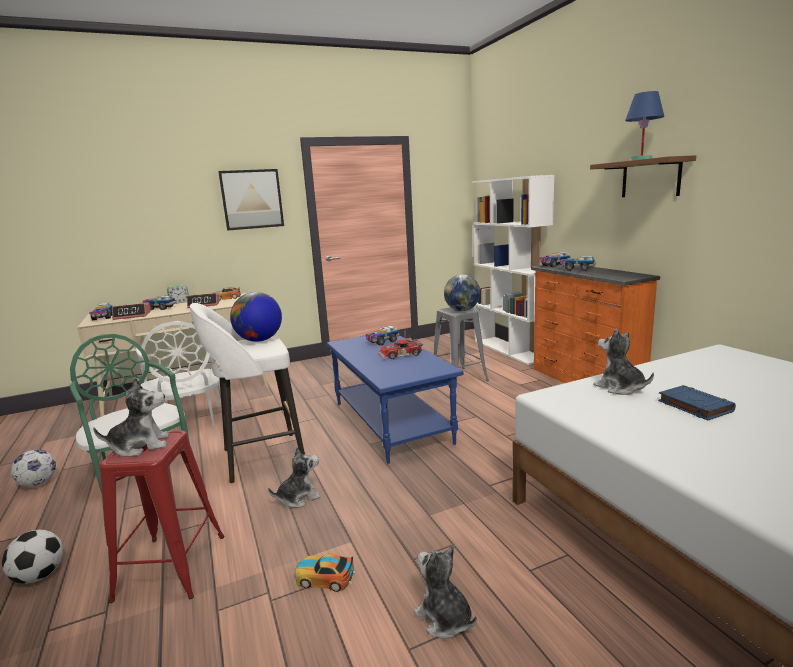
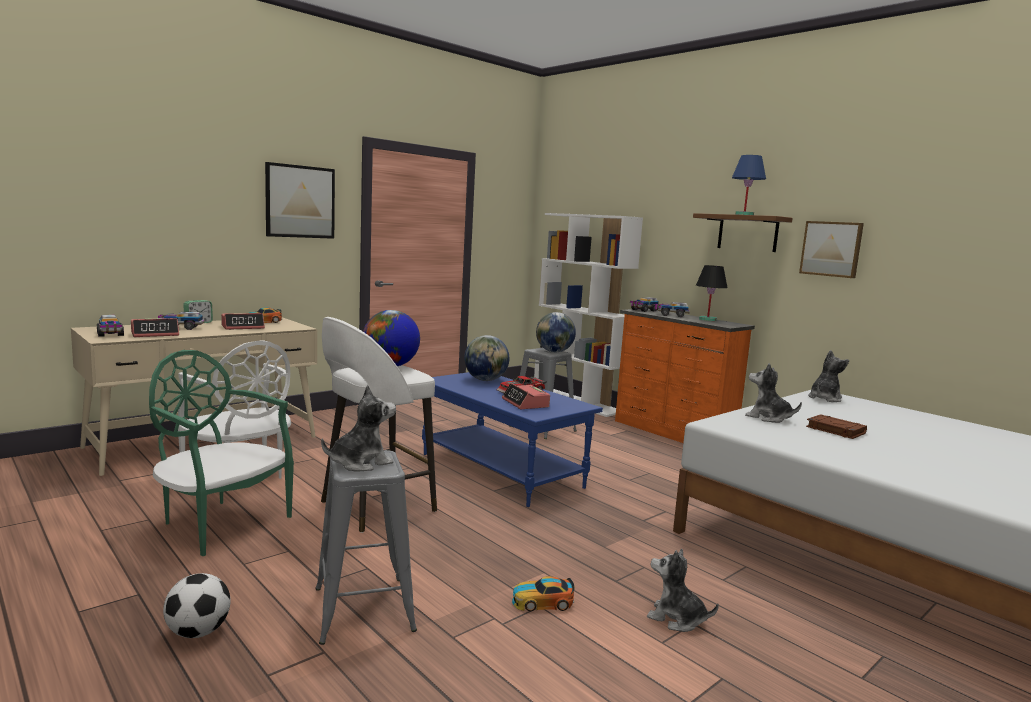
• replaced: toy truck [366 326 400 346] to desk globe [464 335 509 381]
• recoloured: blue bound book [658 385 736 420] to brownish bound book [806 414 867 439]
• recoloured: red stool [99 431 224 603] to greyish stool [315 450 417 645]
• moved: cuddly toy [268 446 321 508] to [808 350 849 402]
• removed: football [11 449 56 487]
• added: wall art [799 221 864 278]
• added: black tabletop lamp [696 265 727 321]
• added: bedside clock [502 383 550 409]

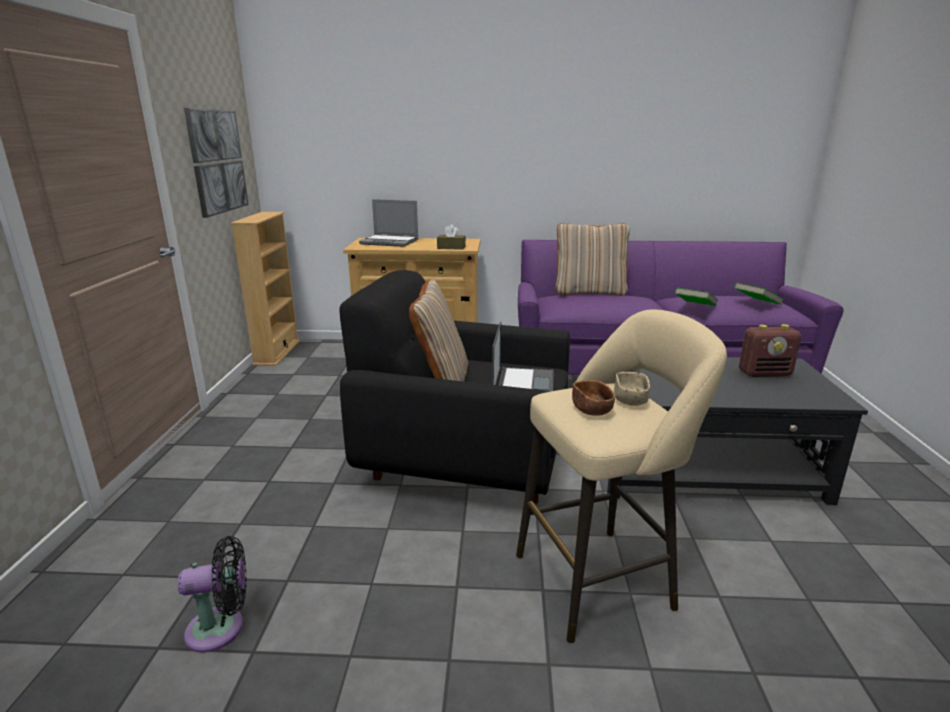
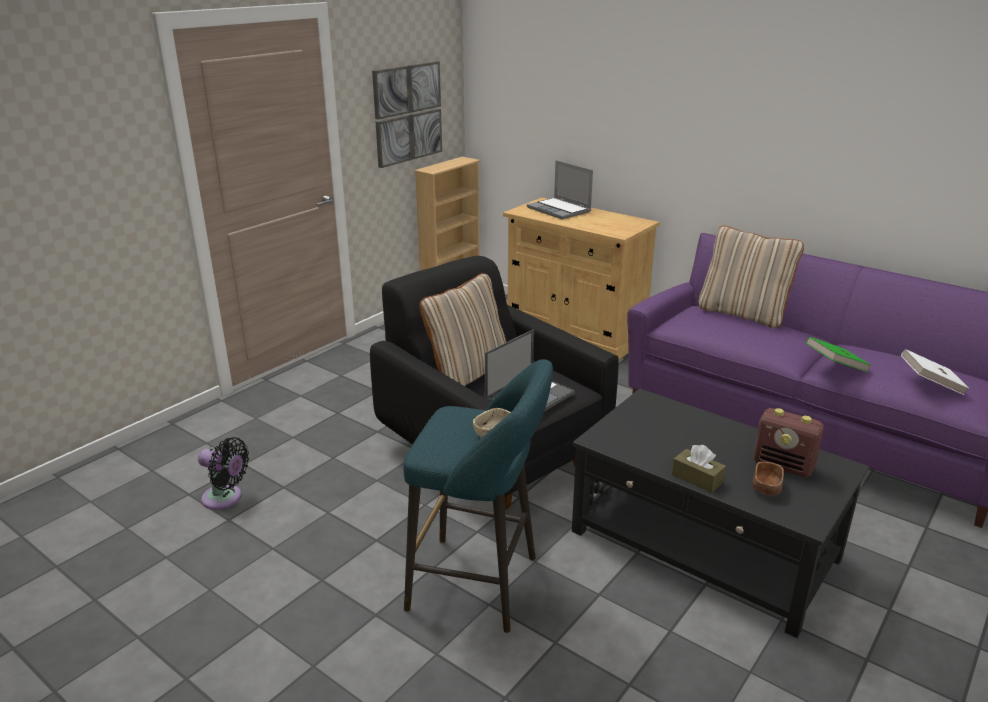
• moved: brownish tissue box [437 225 466 250] to [672 445 726 493]
• recoloured: greenish bound book [734 282 783 305] to whitish bound book [901 349 969 395]
• recoloured: beige stool [516 310 727 643] to turquoise-coloured stool [403 359 553 633]
• moved: brownish serving bowl [572 380 615 416] to [752 462 784 495]

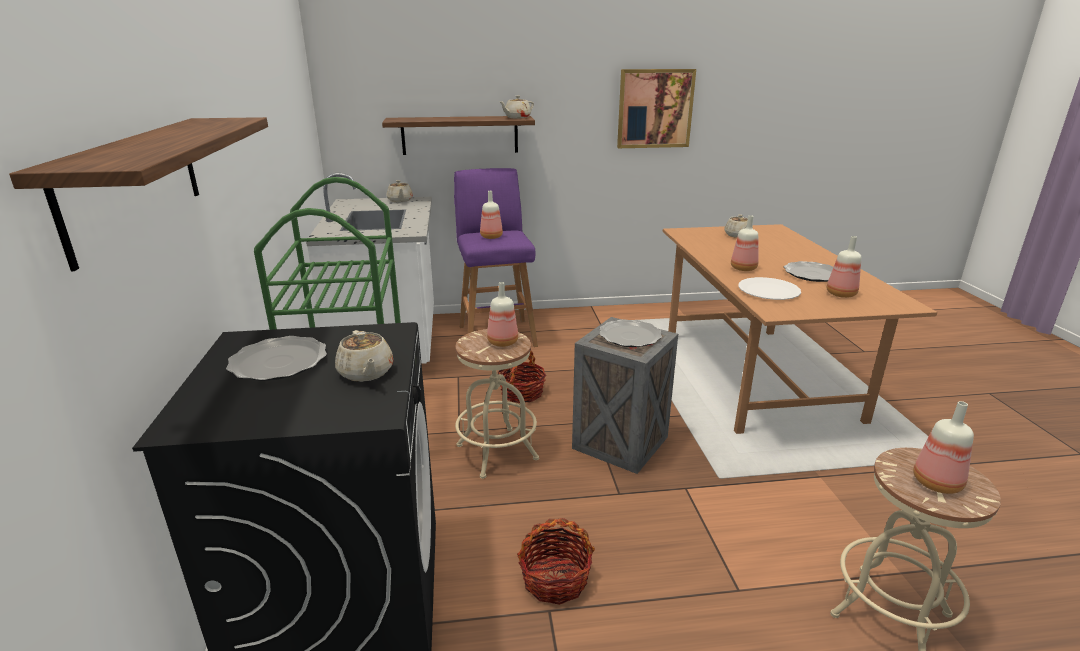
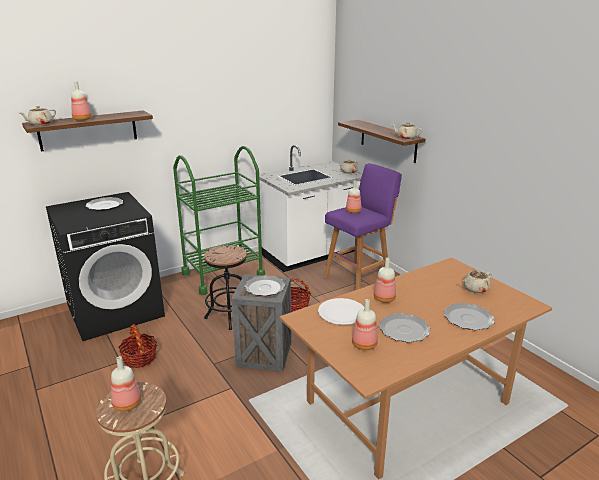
• removed: wall art [617 69 696 148]
• moved: bottle [487 282 518 347] to [71 81 92 121]
• recoloured: beige stool [455 329 539 479] to black stool [204 245 247 330]
• moved: beige tea pot [335 330 393 382] to [20 106 56 125]
• added: dinner plate [444 303 494 330]

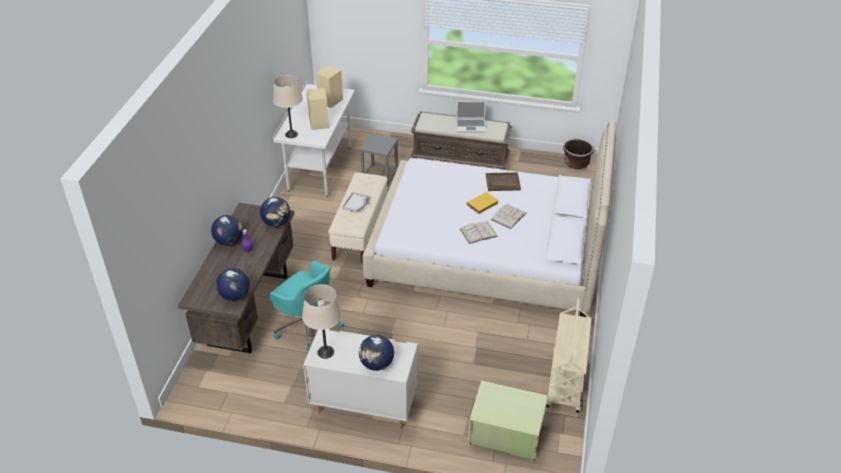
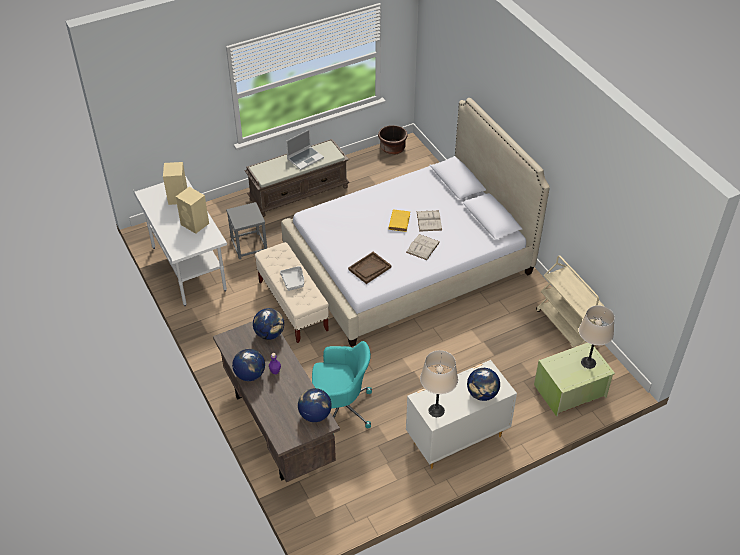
• moved: beige tabletop lamp [273 75 303 138] to [579 305 615 369]
• moved: brownish tray [486 172 521 191] to [348 252 391 284]

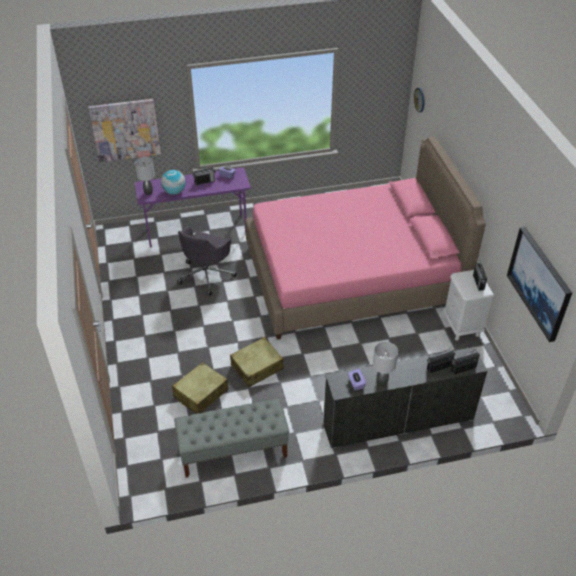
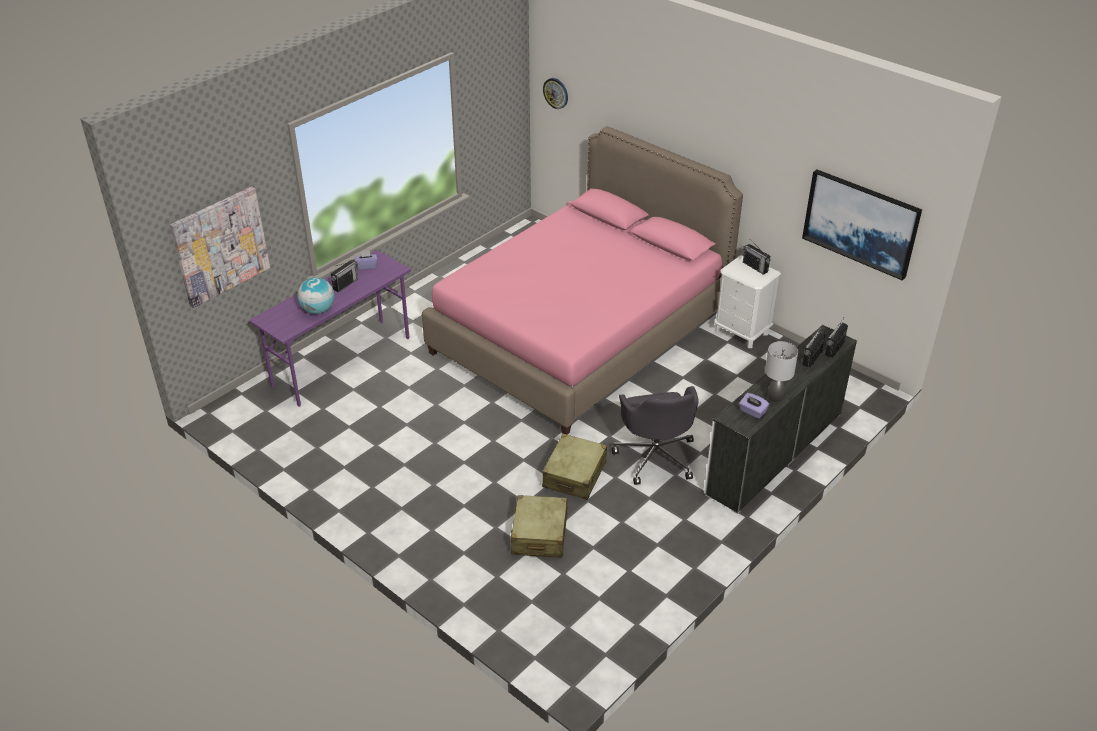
• removed: greyish tabletop lamp [135 157 155 195]
• moved: greyish computer chair [177 226 237 296] to [612 386 699 485]
• removed: greyish bench [174 398 289 478]

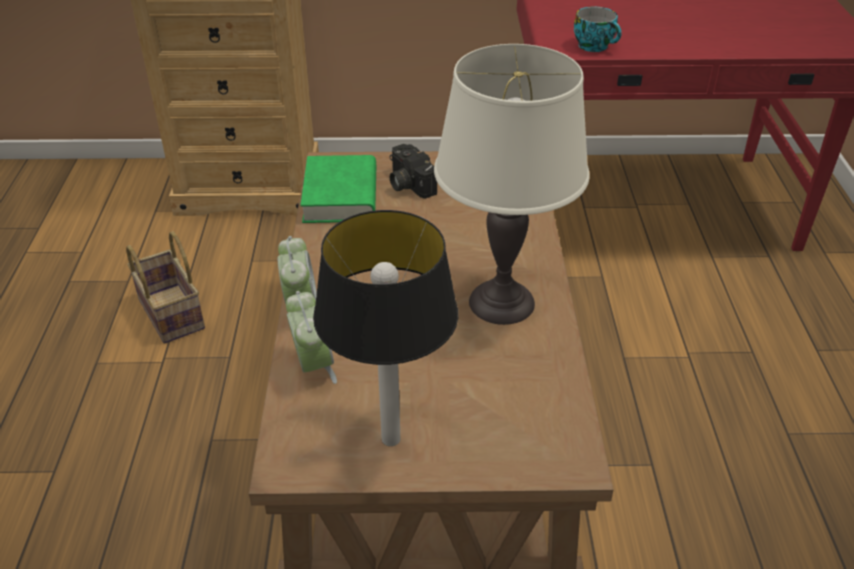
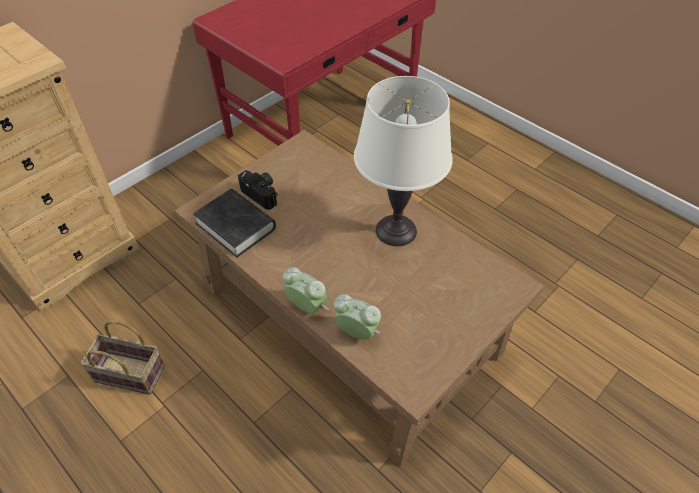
• removed: drinking cup [574 7 622 52]
• turned: still camera [390 144 437 199] = [238 170 277 210] 150 degrees counterclockwise
• recoloured: greenish bound book [300 155 376 223] to black bound book [193 189 276 257]
• removed: tabletop lamp [313 210 458 446]

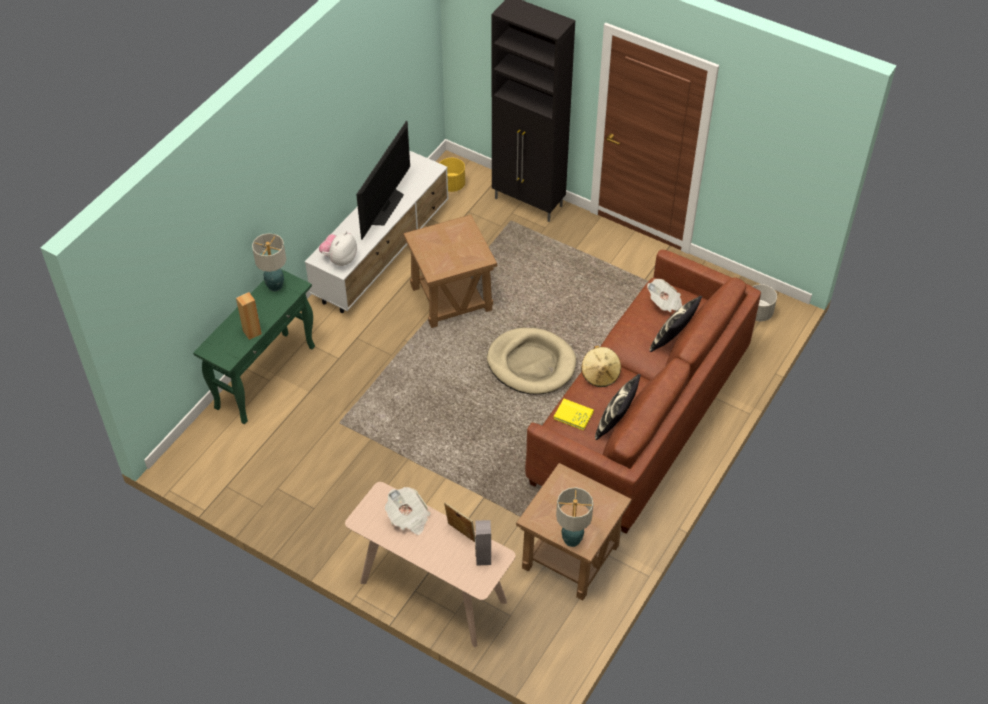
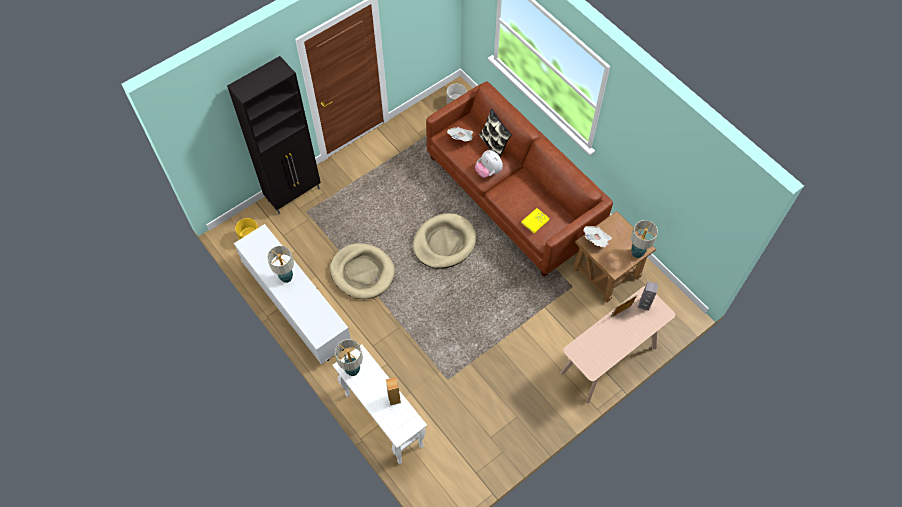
• replaced: TV [356 121 410 240] to tabletop lamp [267 246 294 283]
• replaced: brownish end table [403 215 497 328] to beige dog cushion [330 243 395 299]
• moved: cuddly toy [319 232 357 266] to [475 150 503 178]
• recoloured: greenish console table [193 269 315 424] to whitish console table [333 344 427 465]
• removed: beige wearable hat [581 345 621 387]
• removed: throw pillow [595 374 641 440]
• moved: newspaper [385 487 431 535] to [583 226 612 247]

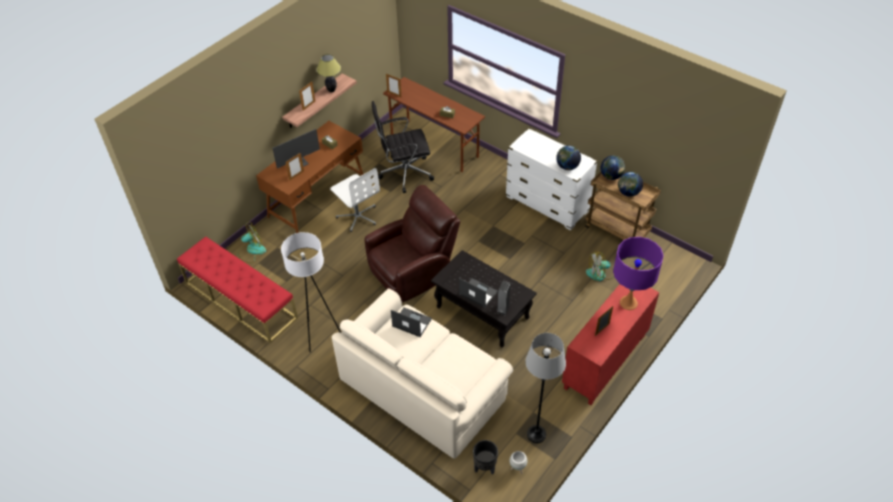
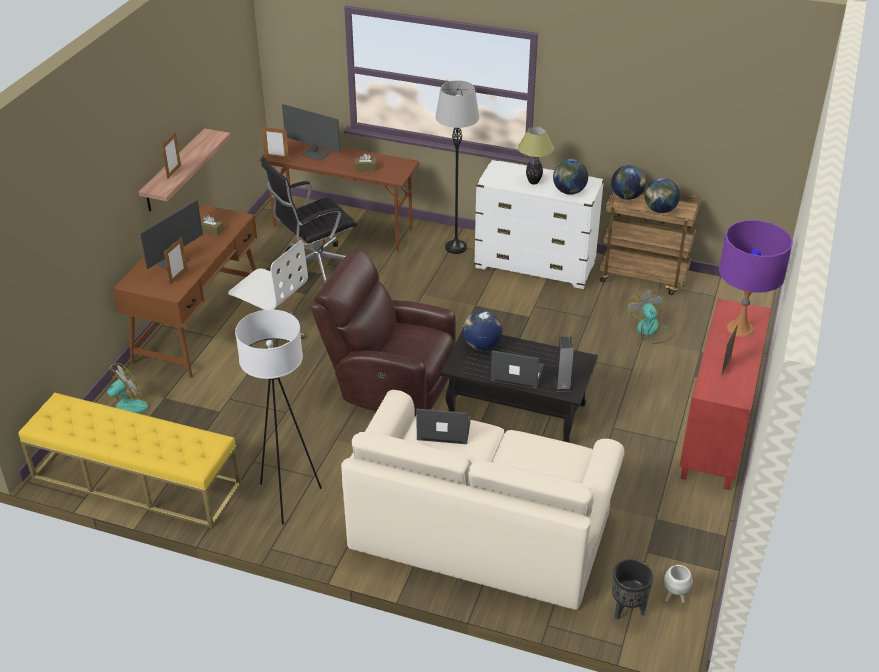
• moved: tabletop lamp [316 54 341 92] to [518 126 554 184]
• turned: brownish armchair [365 185 460 303] = [311 249 456 416] 105 degrees counterclockwise
• recoloured: red bench [177 236 298 343] to yellow bench [19 393 242 528]
• turned: electric fan [586 251 614 281] = [627 288 676 344] 105 degrees clockwise
• moved: greyish standard lamp [525 333 566 443] to [435 80 480 254]
• added: computer screen [282 104 340 161]
• added: desk globe [463 311 502 350]

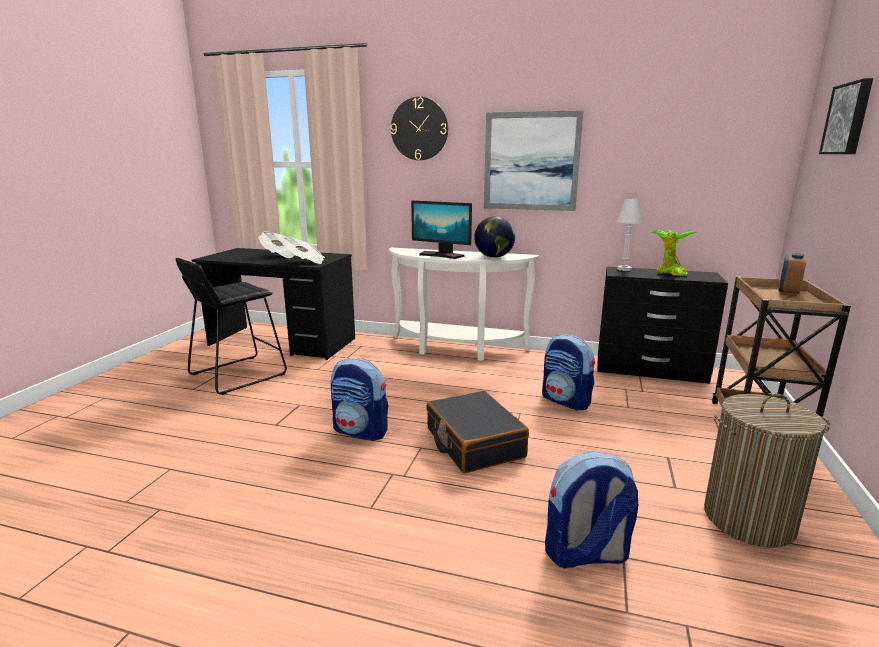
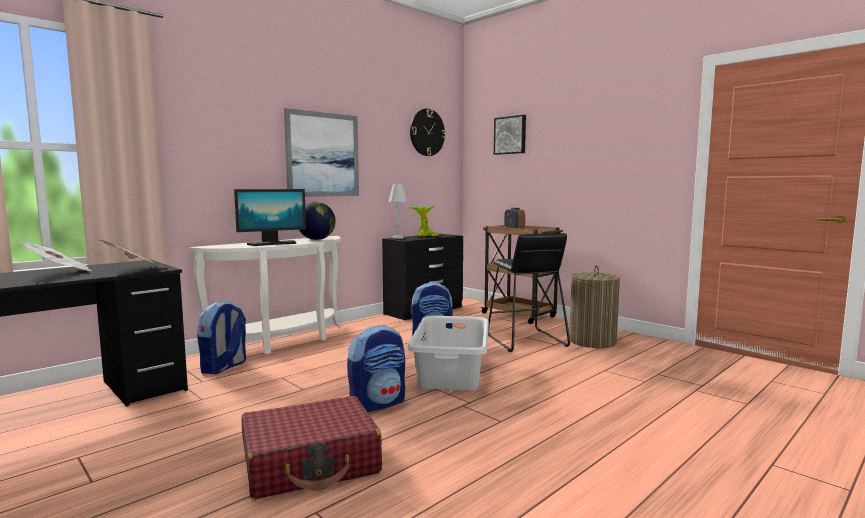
• moved: wall clock [391 97 448 160] to [410 109 446 156]
• moved: black stool [176 258 287 395] to [488 233 570 352]
• replaced: black travel case [426 391 529 473] to greyish hamper [407 316 489 391]
• moved: rucksack [545 452 638 568] to [197 301 246 374]
• added: red travel case [242 396 382 499]

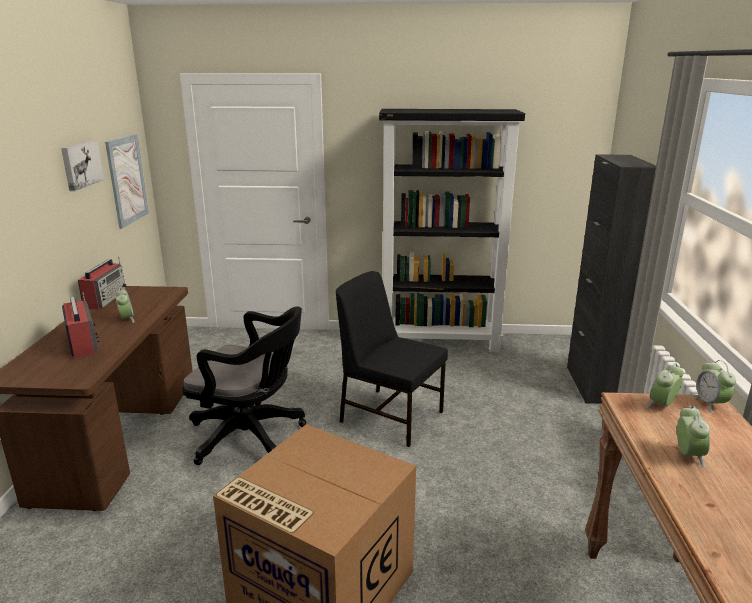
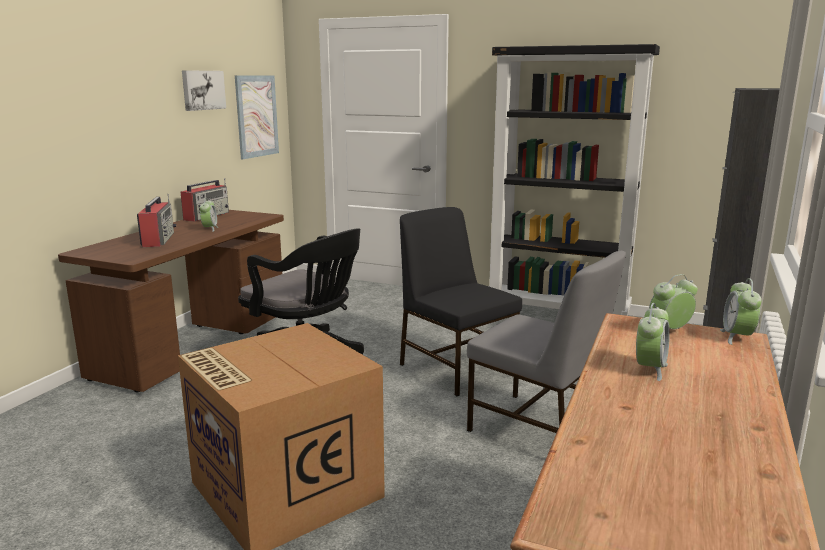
• added: greyish plain chair [467 251 626 433]

